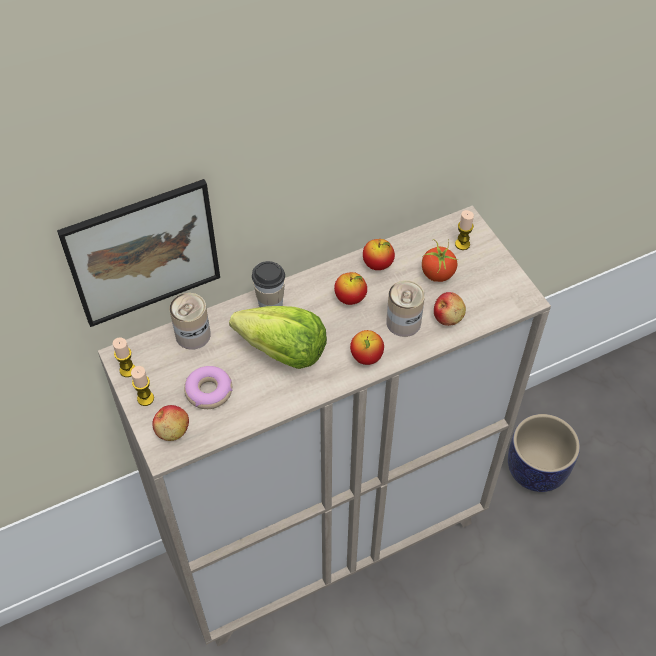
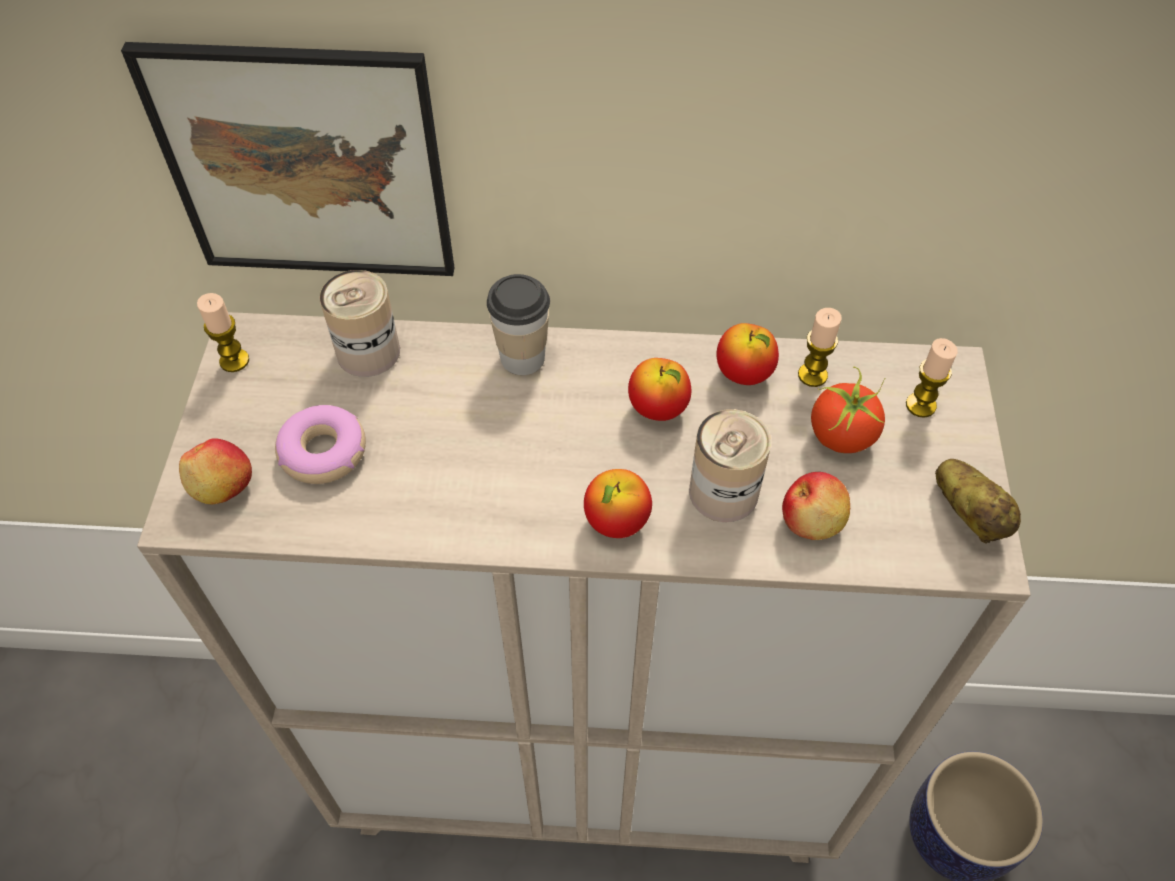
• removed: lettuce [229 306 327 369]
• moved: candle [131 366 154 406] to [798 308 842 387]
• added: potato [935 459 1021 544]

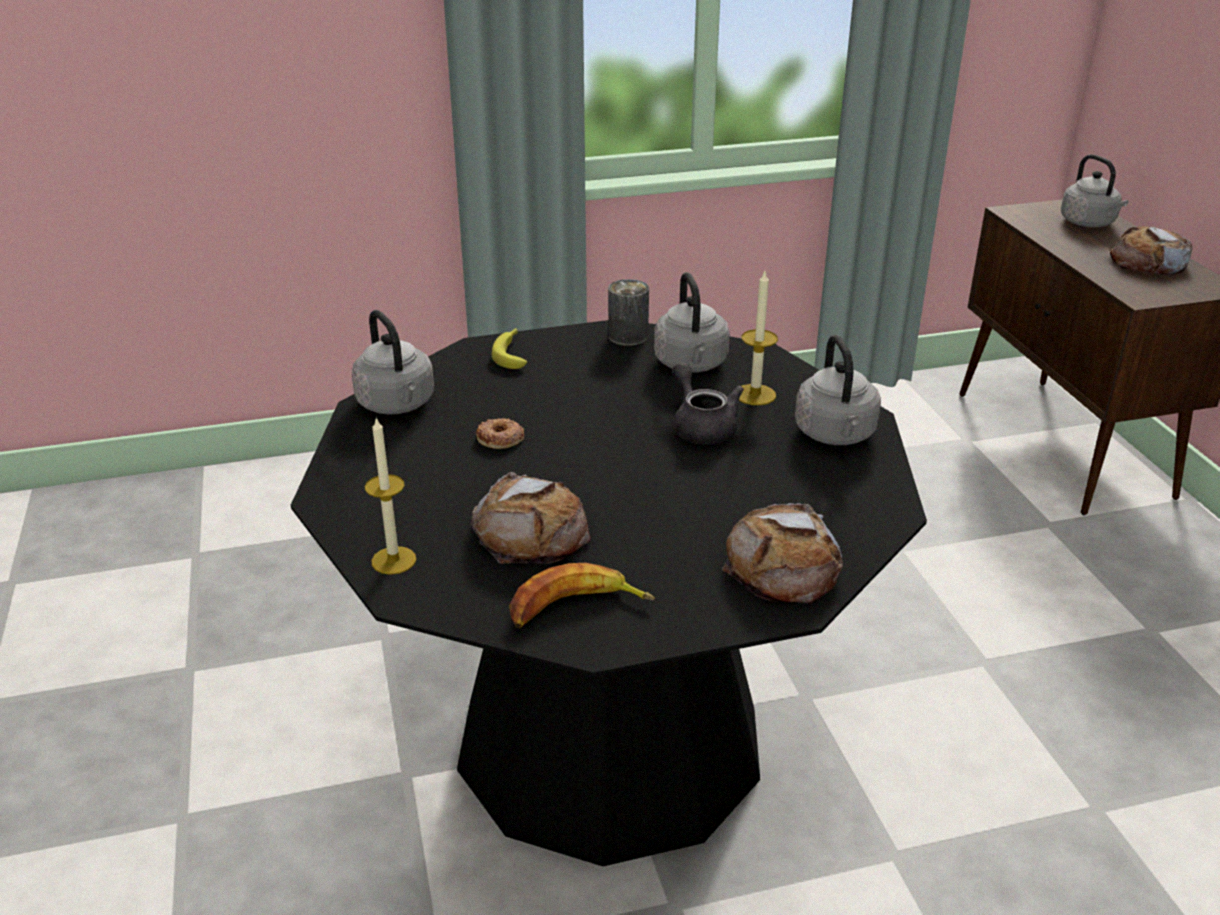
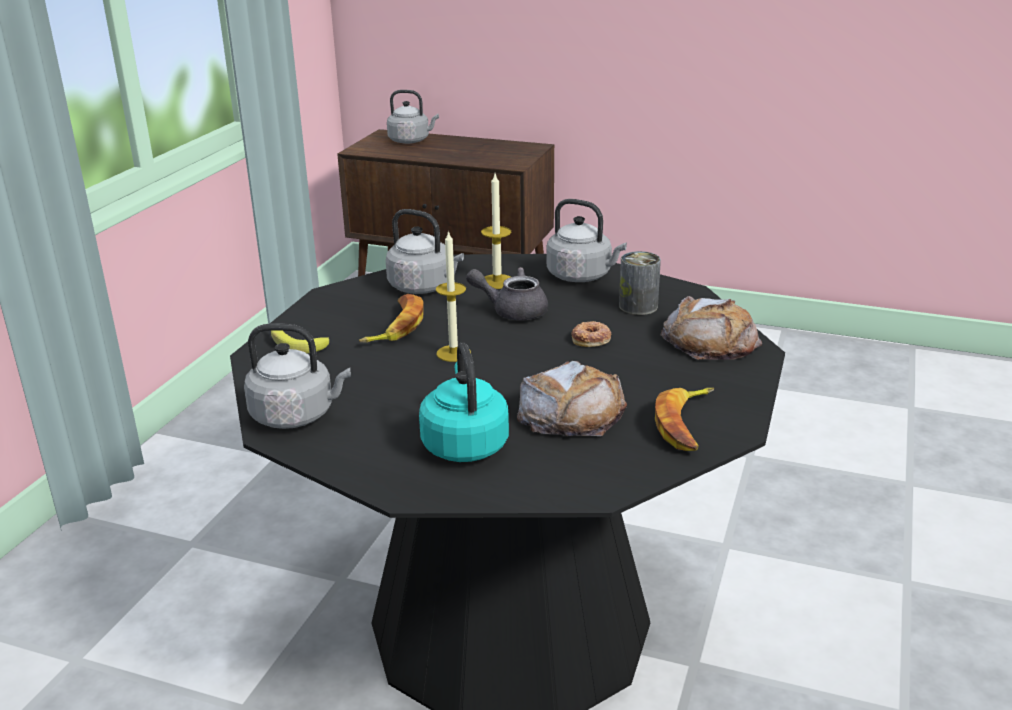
• removed: bread [1110 226 1193 275]
• moved: sealed can [608 279 649 346] to [619 251 661 315]
• moved: candle [365 417 416 575] to [436 230 471 362]
• moved: doughnut [476 418 524 449] to [571 321 611 347]
• added: banana fruit [359 294 424 343]
• added: turquoise-coloured tea kettle [419 342 509 462]

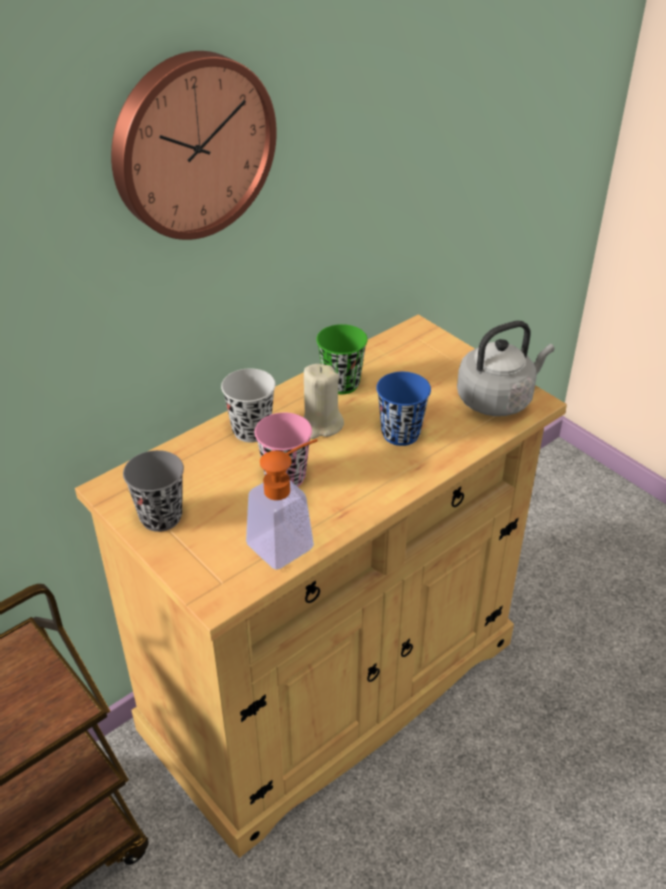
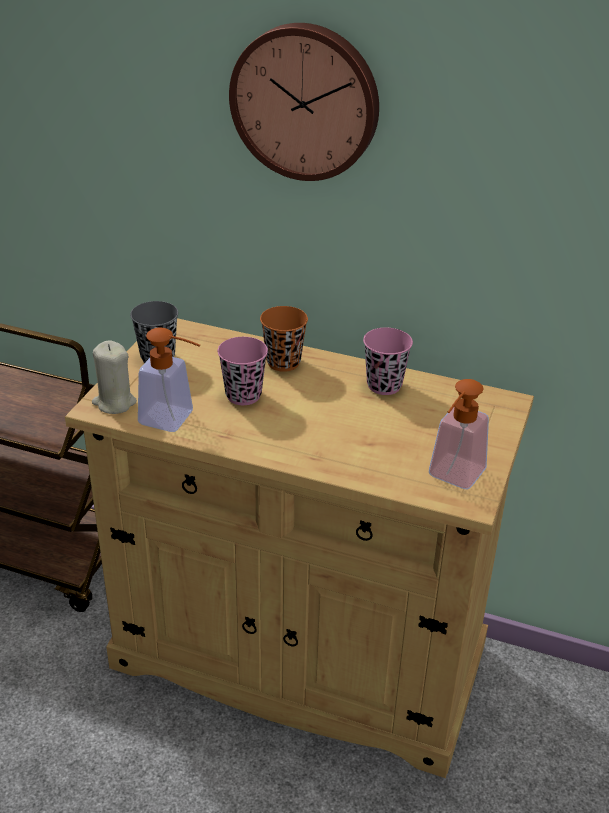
• replaced: greyish tea kettle [457 321 554 416] to liquid soap bottle [429 379 489 490]
• recoloured: greenish drinking cup [316 324 368 394] to pink drinking cup [363 328 413 395]
• moved: beige candle [303 364 344 439] to [92 340 137 414]
• recoloured: black drinking cup [221 368 276 442] to orange drinking cup [260 306 308 372]
• removed: blue drinking cup [376 372 431 446]

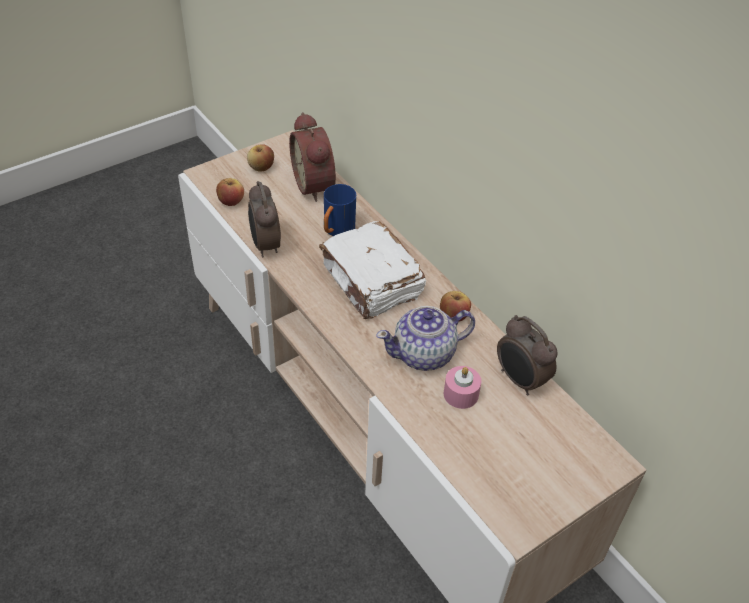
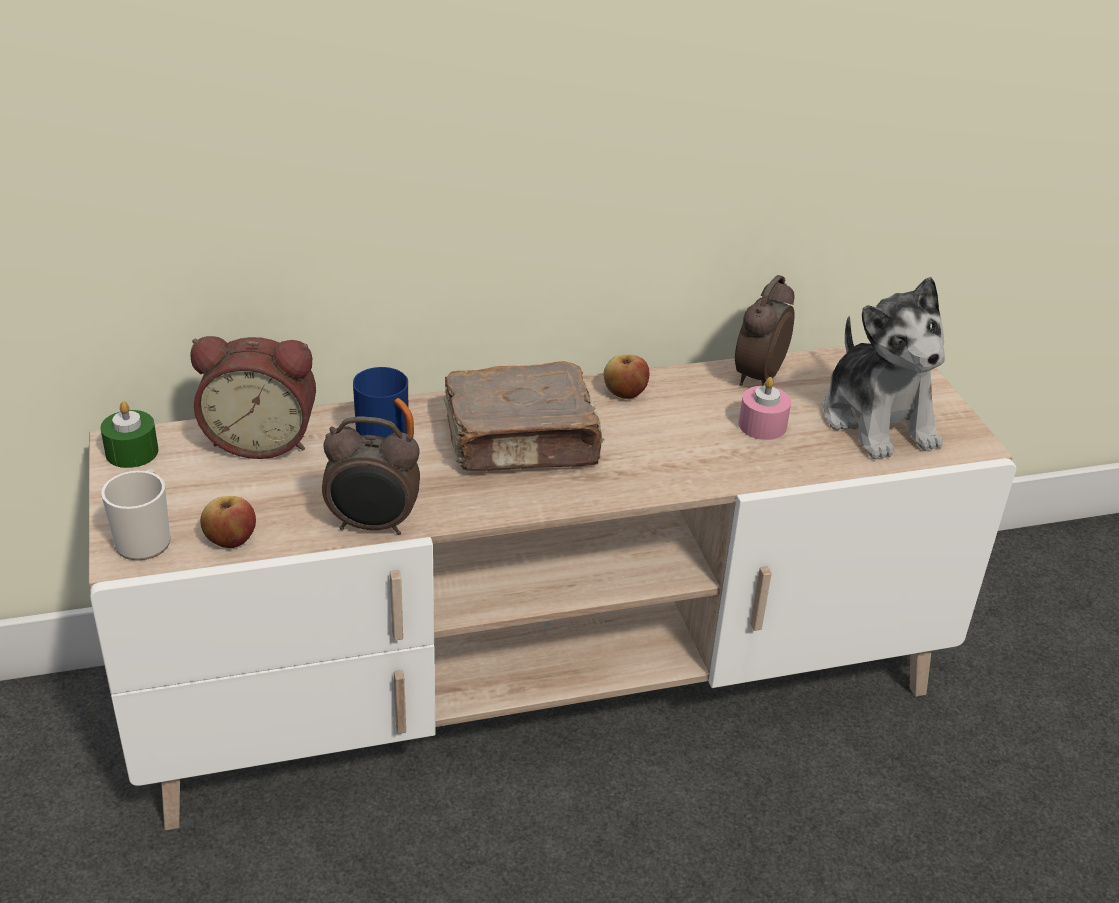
• removed: apple fruit [247 144 274 172]
• recoloured: whitish bound book [319 221 426 319] to brownish bound book [444 361 605 471]
• removed: tea pot [376 306 475 371]
• turned: bedside clock [497 315 558 396] = [735 275 795 386] 135 degrees clockwise
• added: cuddly toy [823 277 945 459]
• added: greenish candle [100 401 159 468]
• added: mug [101 469 170 561]

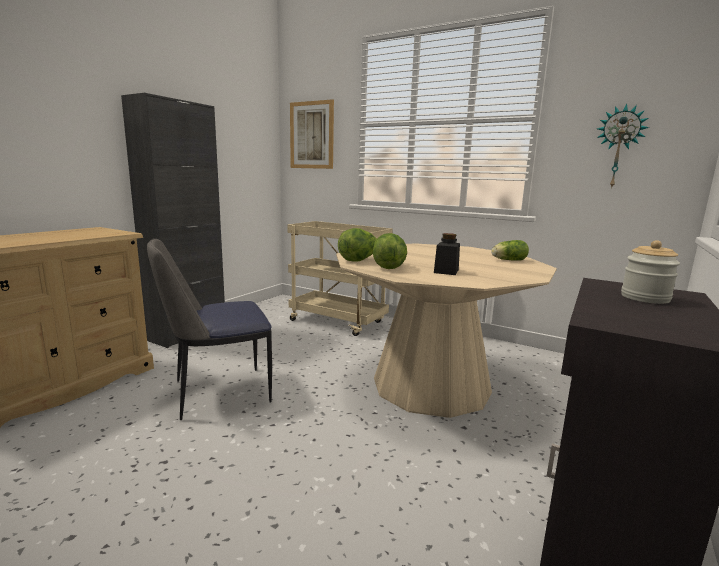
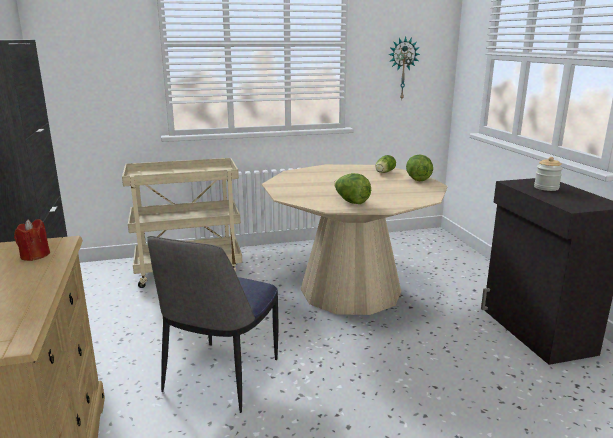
• removed: wall art [290 99 334 169]
• moved: lettuce [338 228 377 261] to [406 154 433 181]
• removed: black jar [434 233 460 275]
• added: red candle [14 219 50 261]

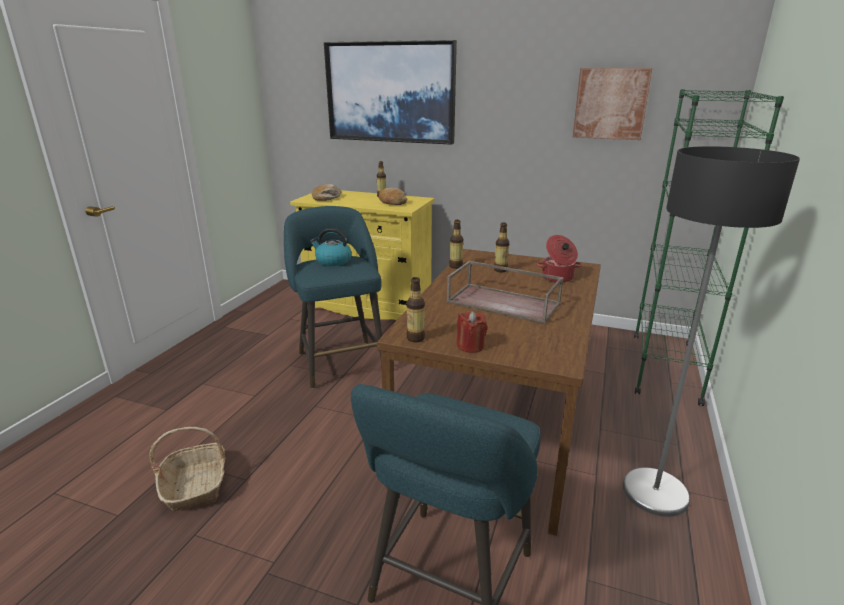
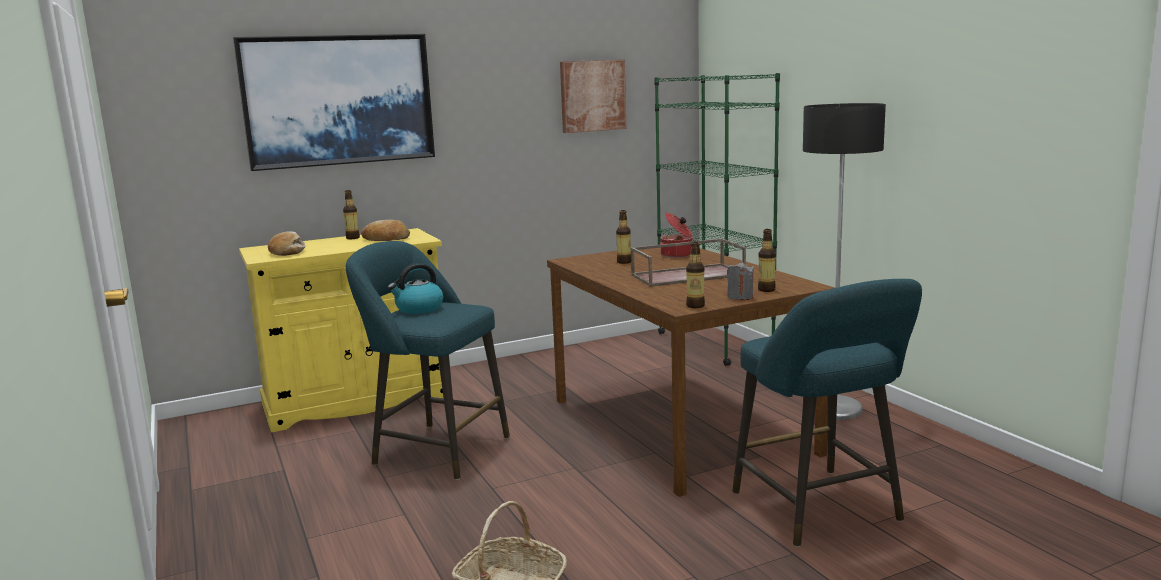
• moved: bottle [449 220 463 269] to [758 229 776 292]
• recoloured: red candle [456 311 487 353] to greyish candle [727 261 754 300]

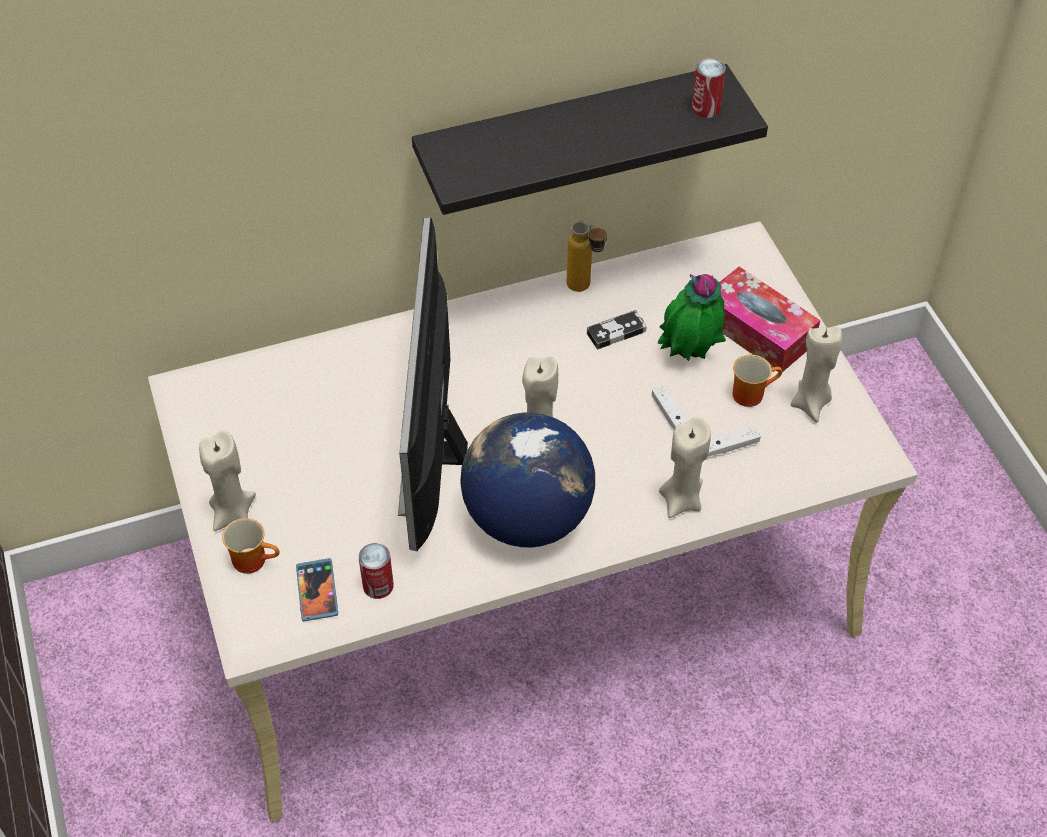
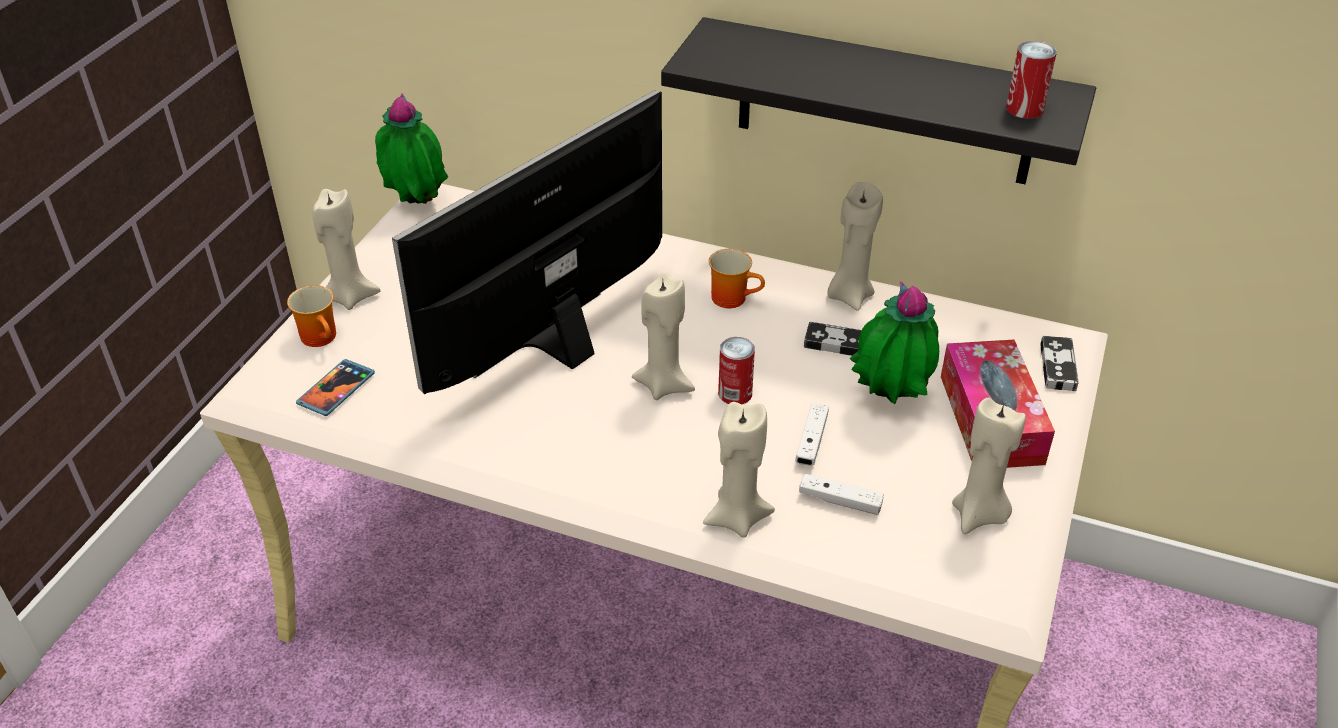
• replaced: bottle [567 221 607 292] to beige candle [827 182 883 311]
• moved: mug [733 355 782 407] to [709 249 765 308]
• removed: desk globe [460 412 595 548]
• moved: sealed can [359 543 394 599] to [718 337 755 404]
• added: plant in a pot [375 93 448 204]
• added: gamepad [1040 336 1079 391]

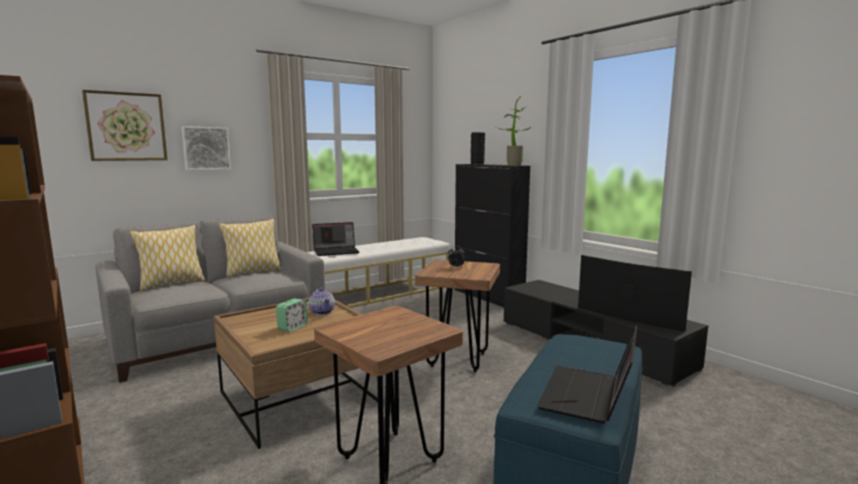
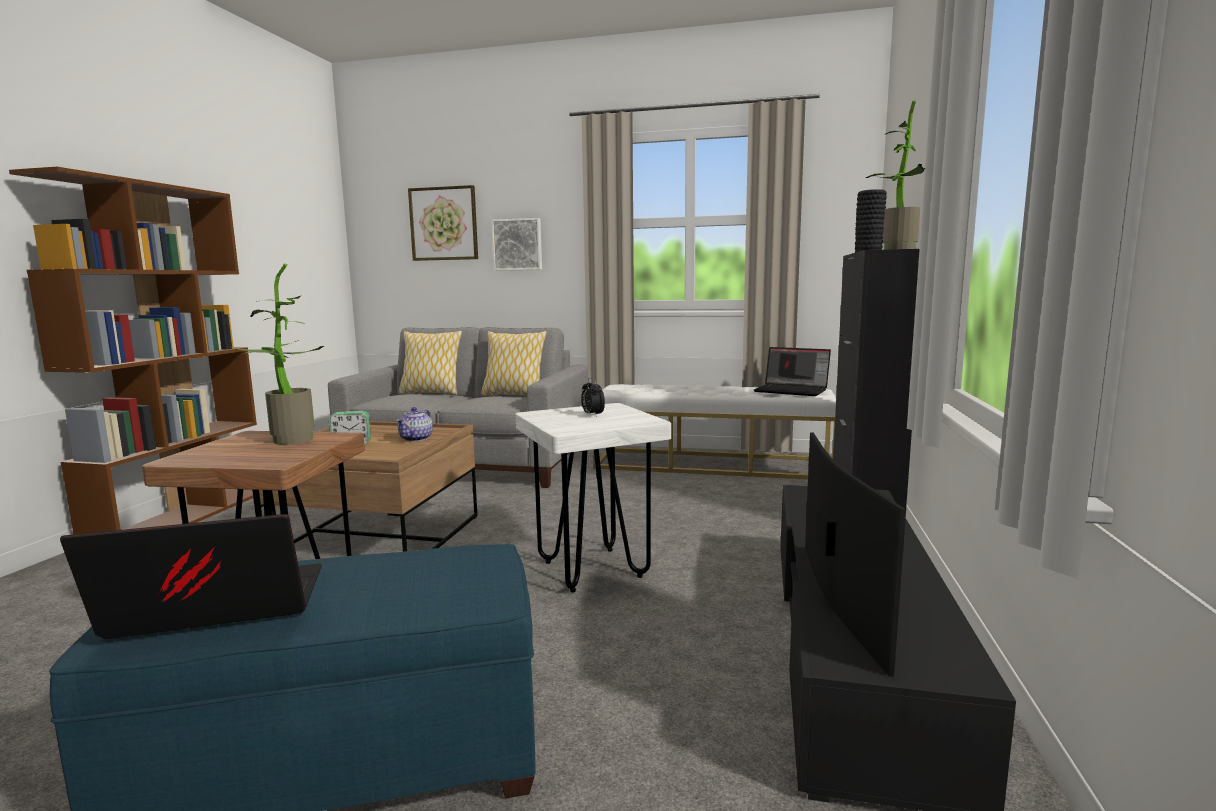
• moved: notebook computer [312 222 359 256] to [754 347 831 396]
• recoloured: brownish stool [415 260 500 372] to whitish stool [515 403 671 593]
• added: plant in a pot [232 263 324 444]

